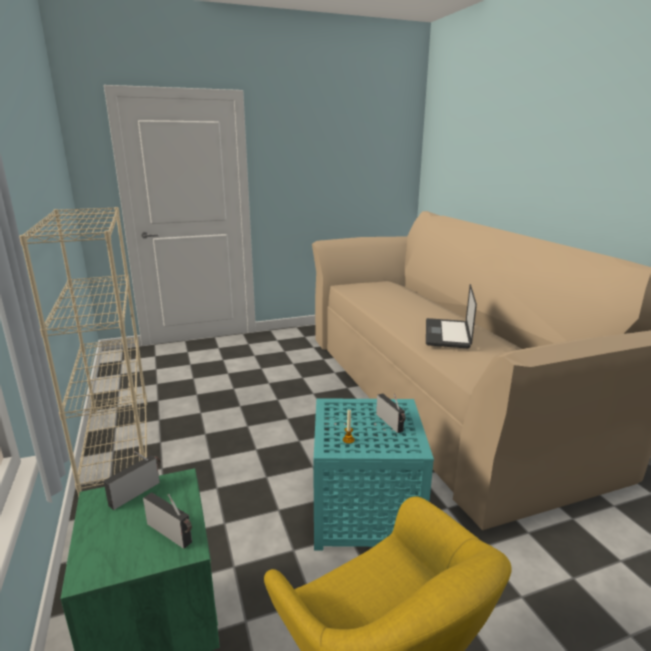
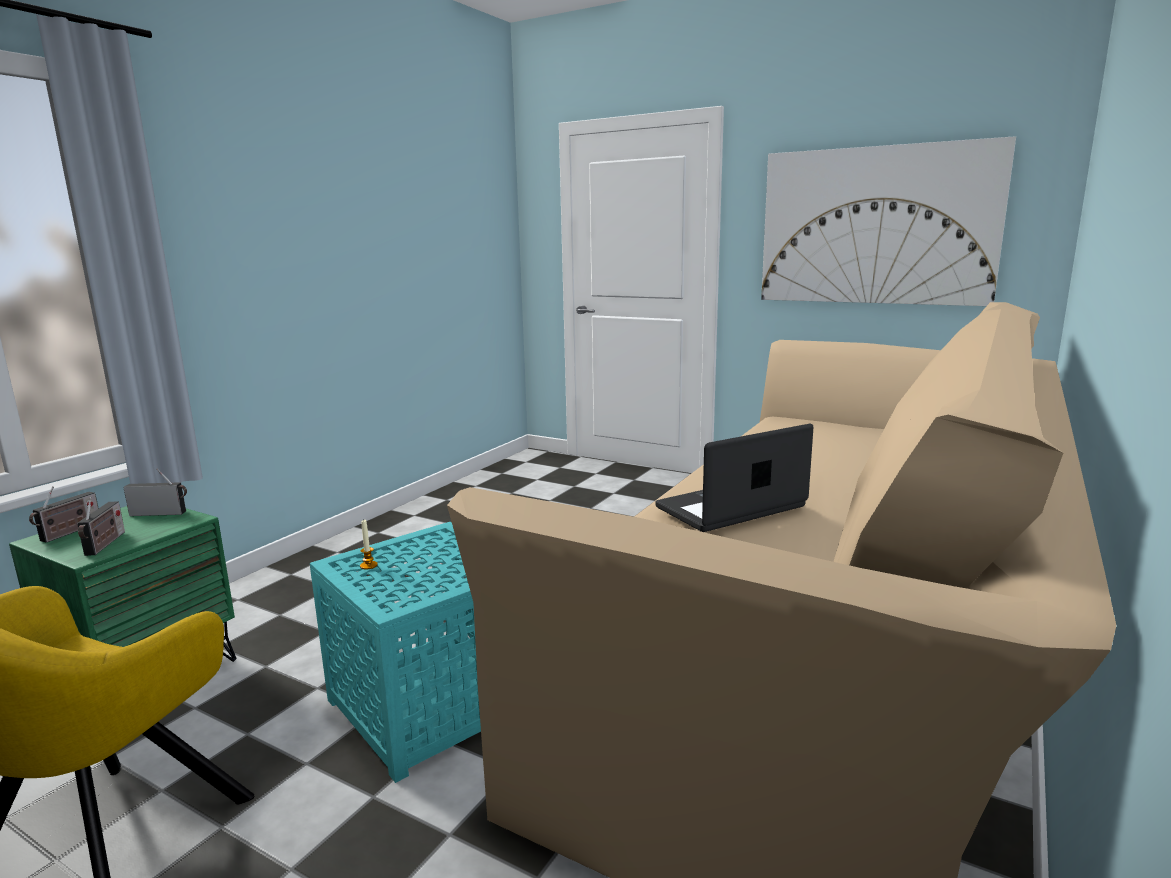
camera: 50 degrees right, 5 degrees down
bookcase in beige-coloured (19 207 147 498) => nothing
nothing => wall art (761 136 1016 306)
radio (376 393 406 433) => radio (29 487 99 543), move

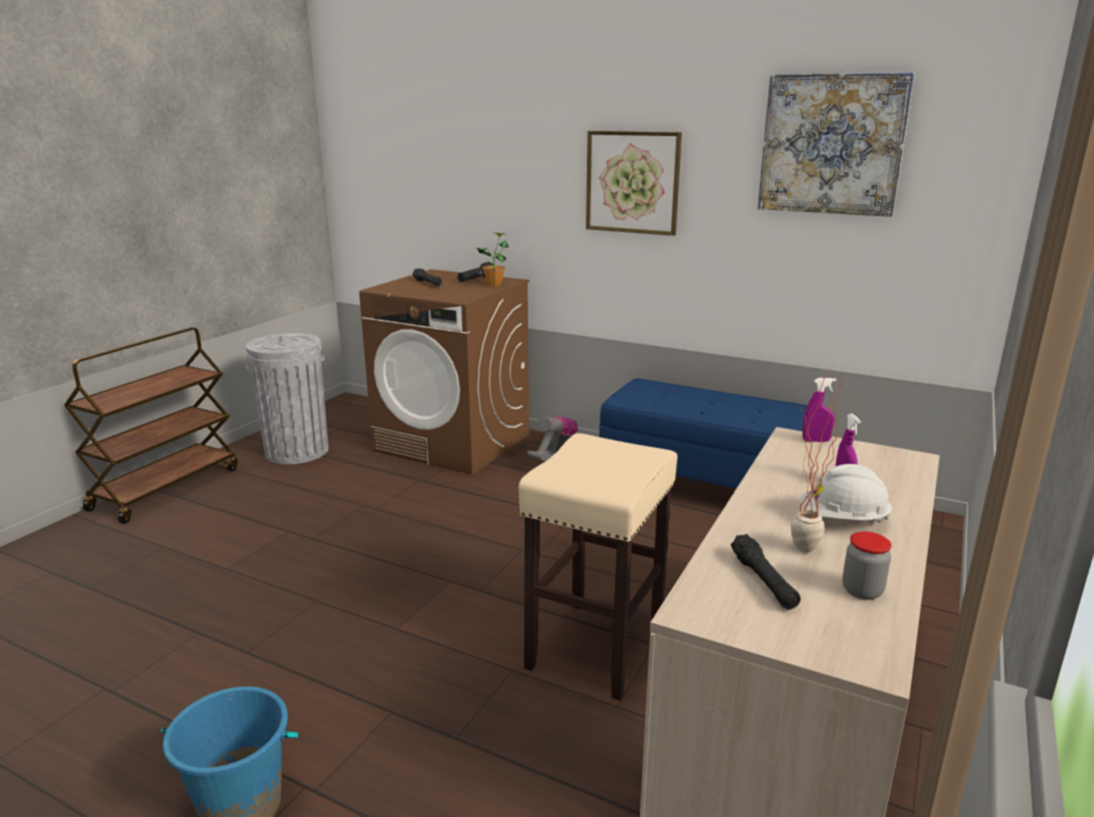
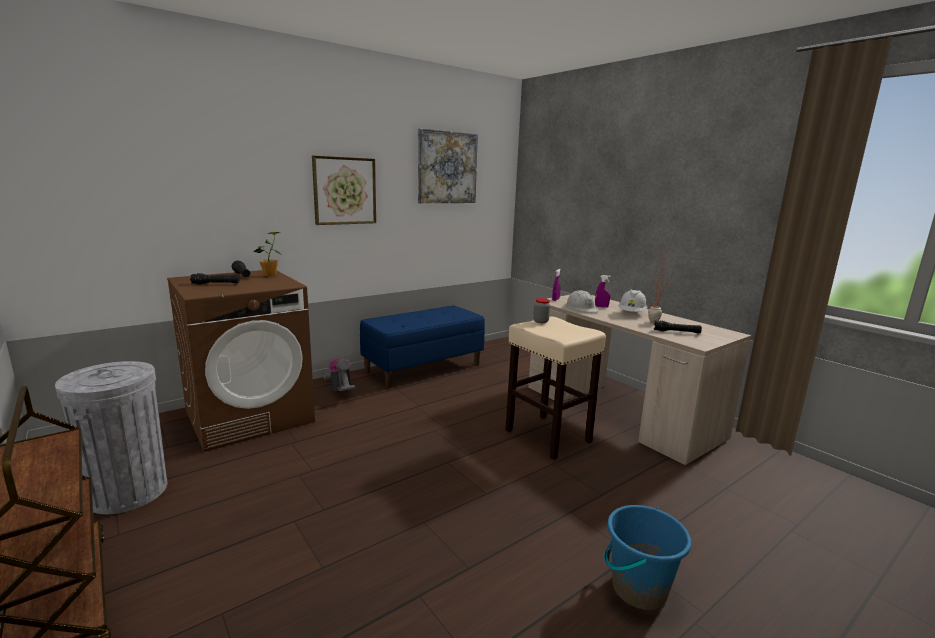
camera: 65 degrees left, 5 degrees down
nothing => work helmet in white (565 290 598 313)
preserve jar (842 532 892 600) => preserve jar (533 298 550 323), move

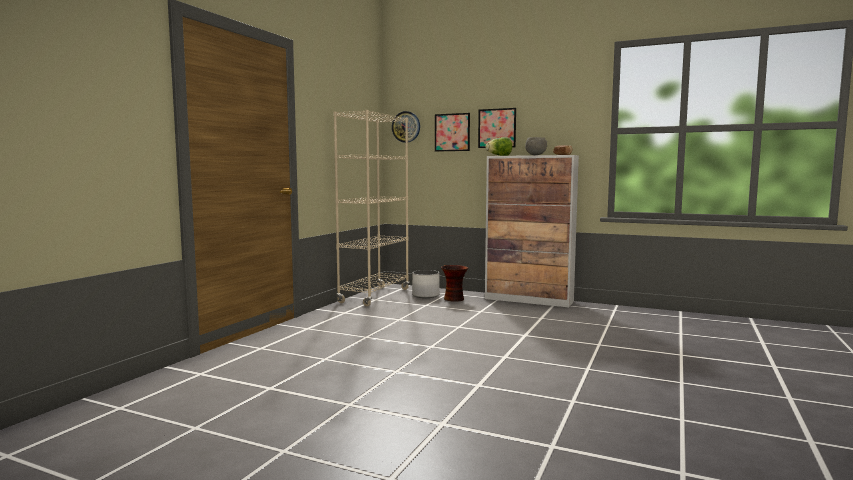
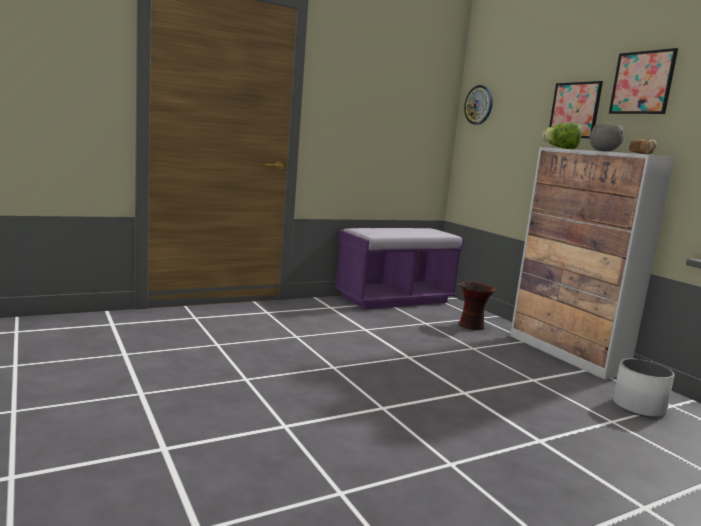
camera: 35 degrees right, 5 degrees up
flower pot in white (412 270 440 298) => flower pot in white (613 359 675 418), move
wall art (435 113 470 152) => wall art (609 48 678 114), move
bookcase in beige-coloured (334 110 410 306) => long seat in purplish (335 228 464 310)

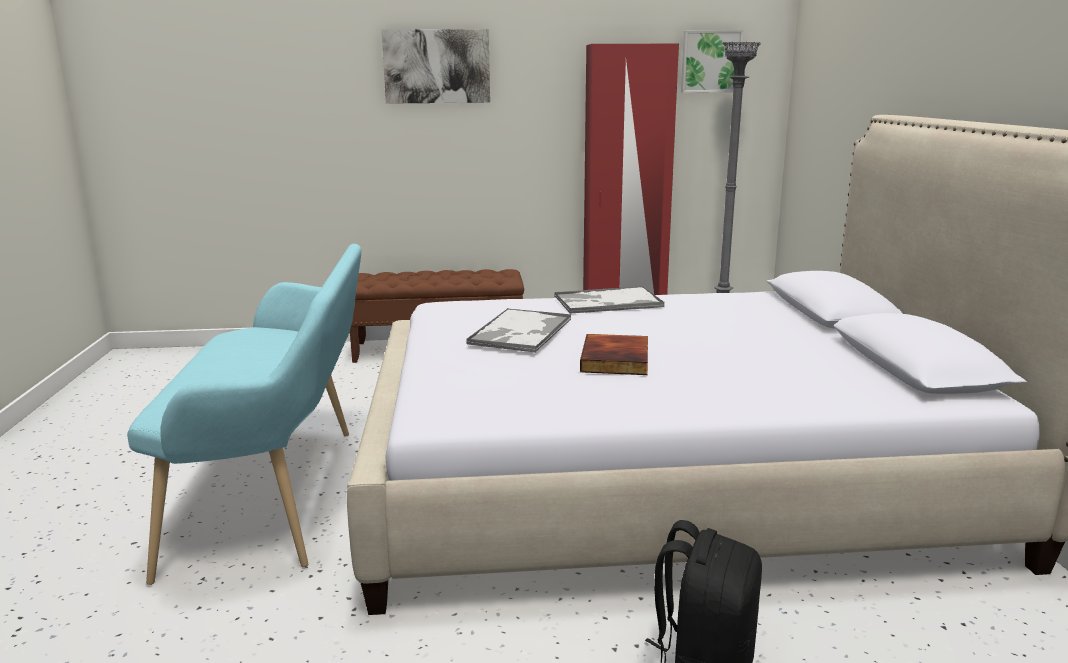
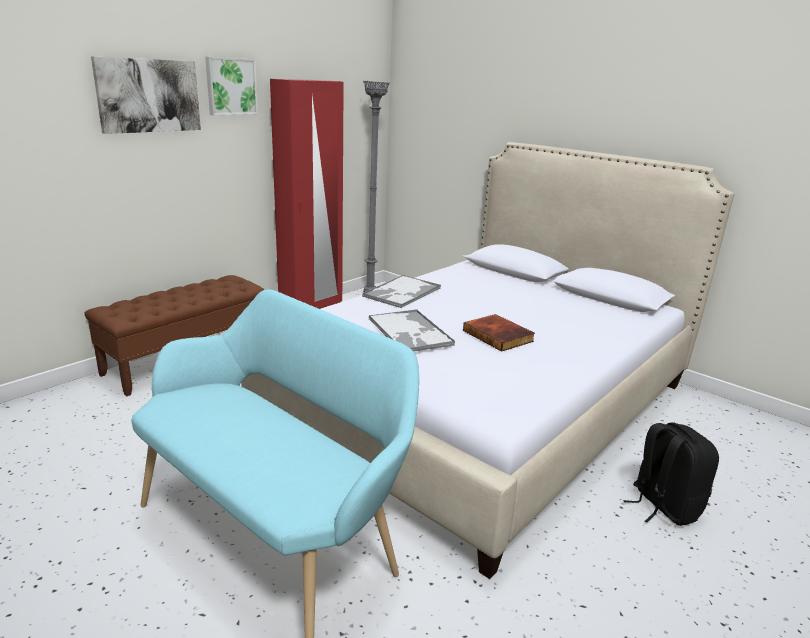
camera: 45 degrees left, 5 degrees up
wall art (681 30 744 93) => wall art (205 57 258 115), move

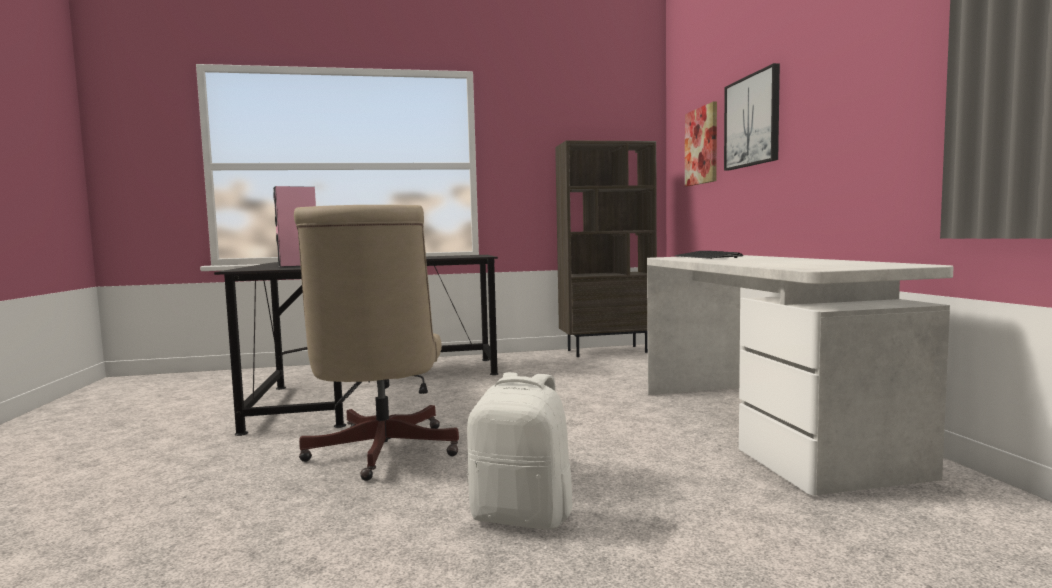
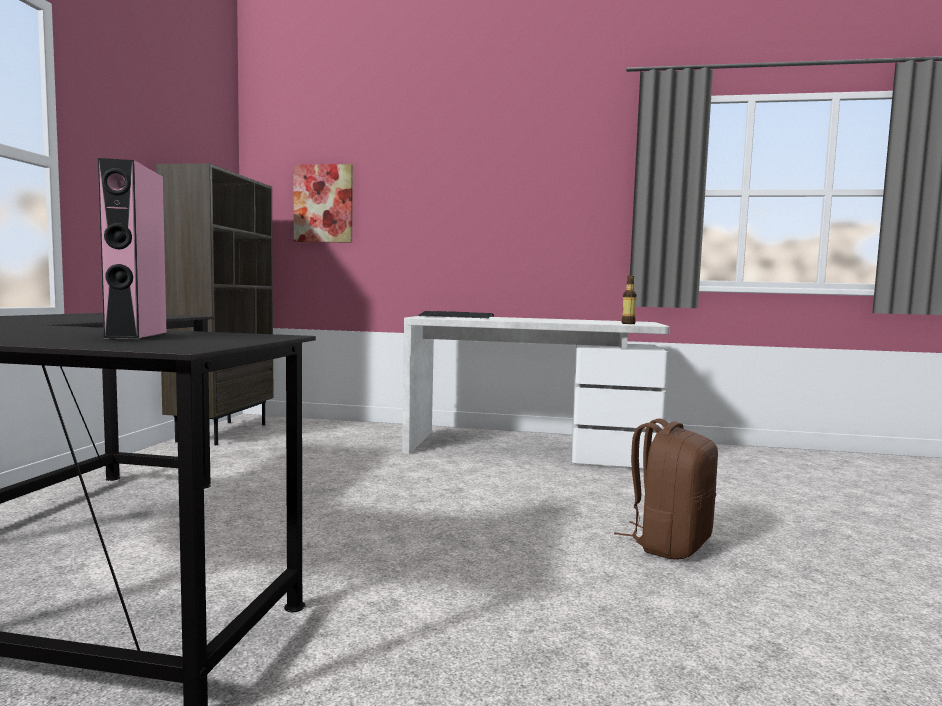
camera: 70 degrees left, 0 degrees up
office chair in beige-coloured (294 205 459 481) => nothing
wall art (724 63 780 170) => nothing
nothing => drink bottle (622 276 637 324)
rucksack in white (467 372 573 530) => rucksack in brown-coloured (614 418 718 560)

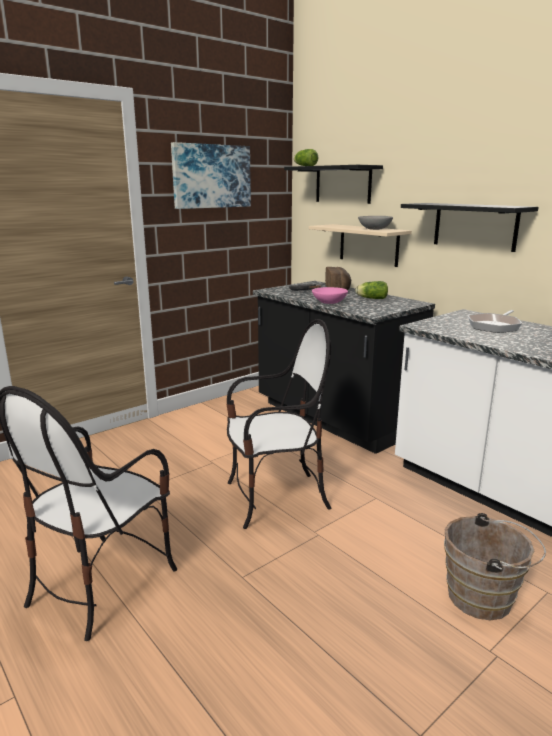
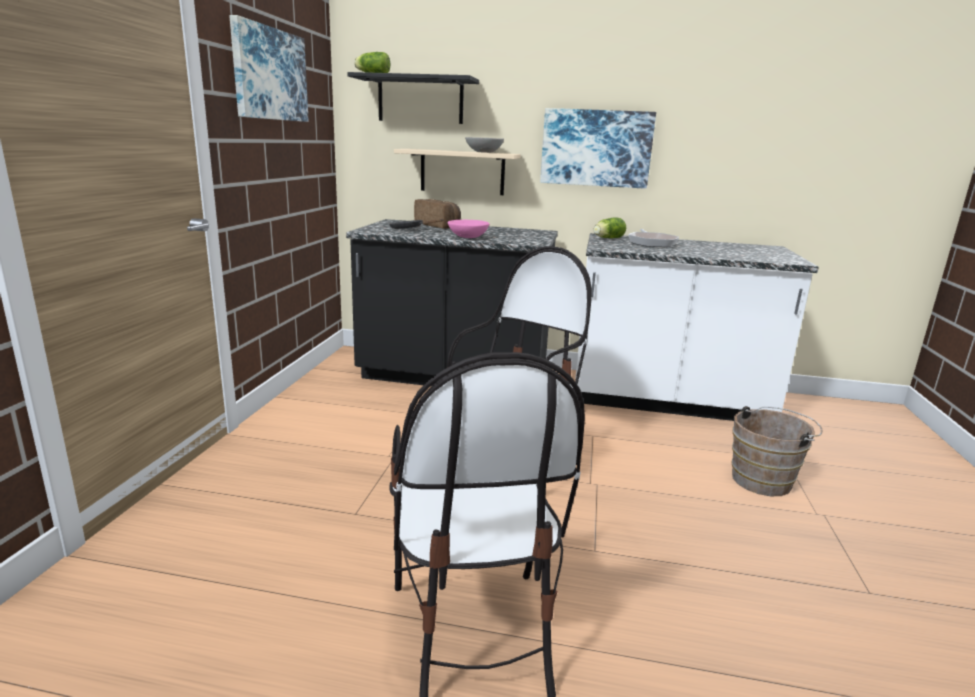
camera: 40 degrees left, 0 degrees up
lettuce (355 281 388 299) => lettuce (594 217 626 238), move
bracket shelf in black (401 203 538 252) => wall art (540 108 656 189)

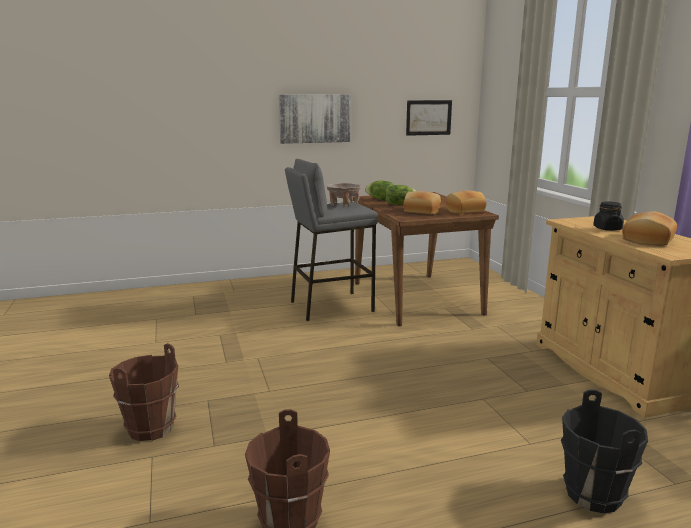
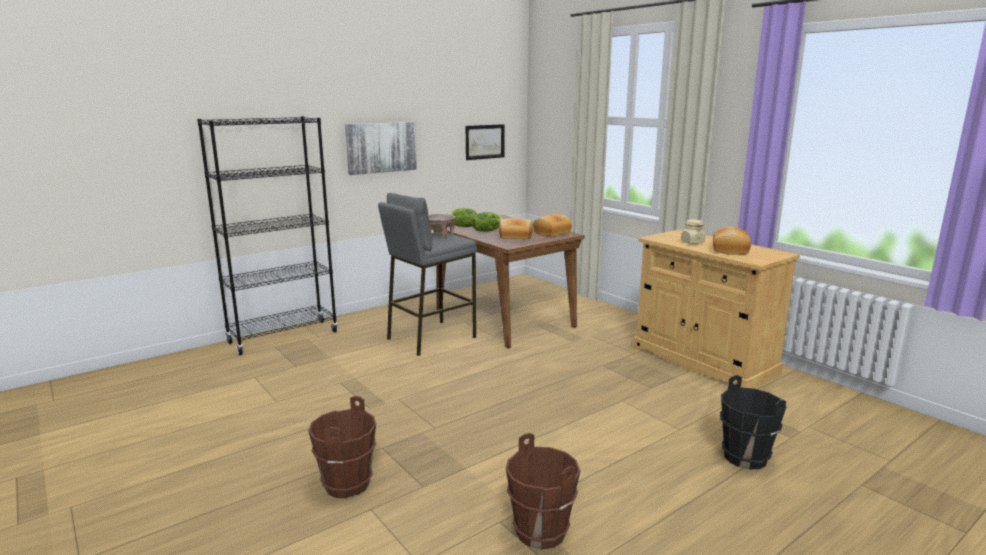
camera: 20 degrees left, 0 degrees up
nothing => bookcase in black (197 116 338 355)
preserve jar in black (593 201 624 231) => preserve jar in beige-coloured (681 220 705 244)

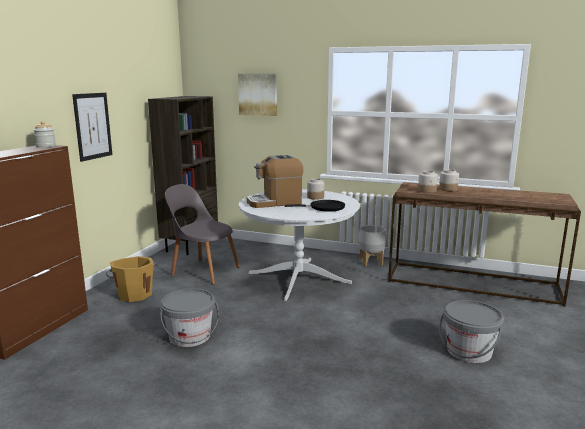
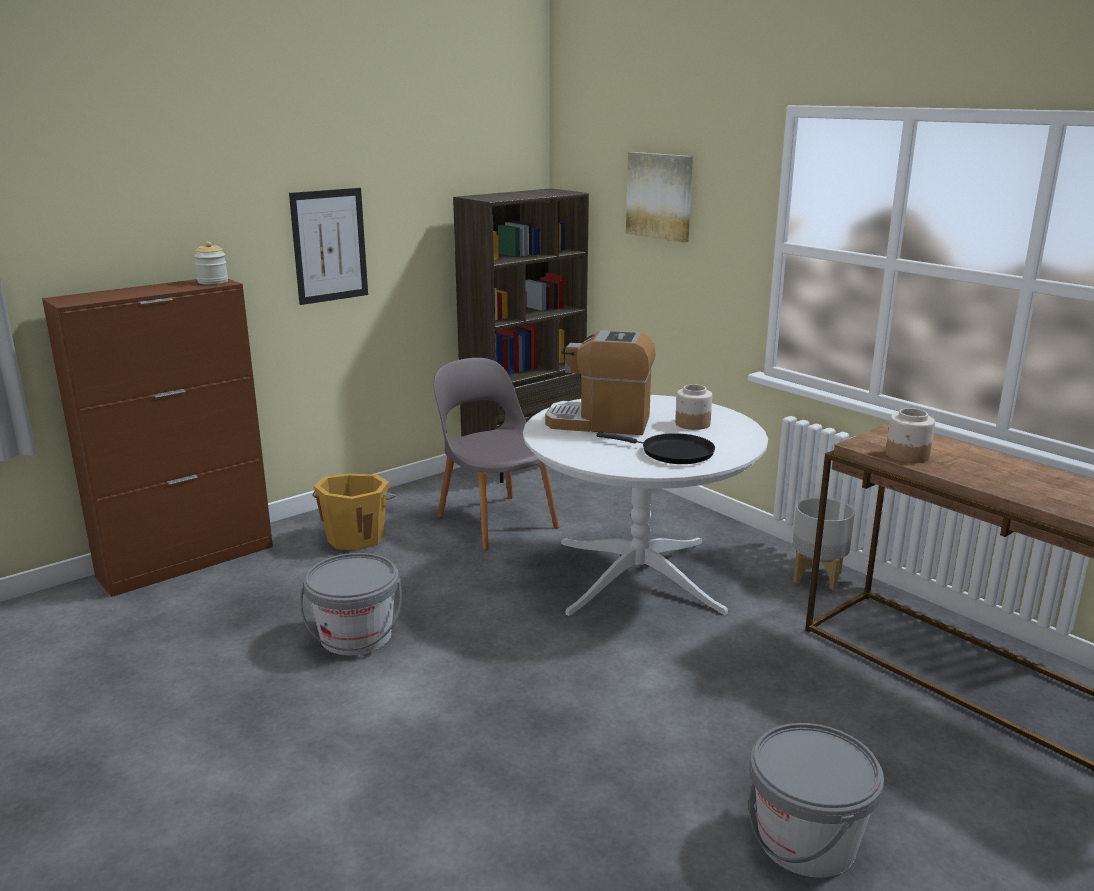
camera: 30 degrees right, 5 degrees up
preserve jar (439 169 459 191) => nothing

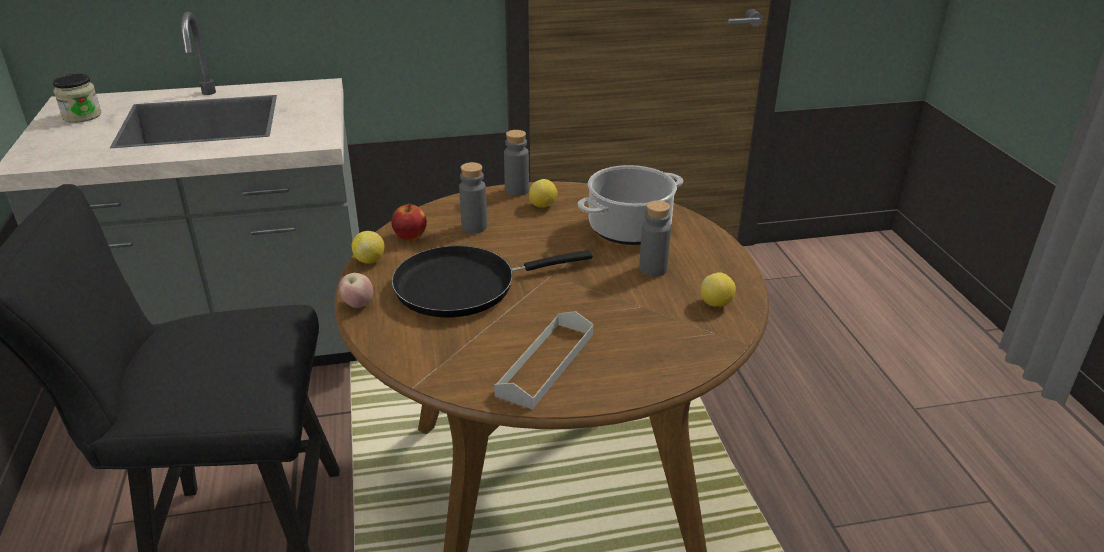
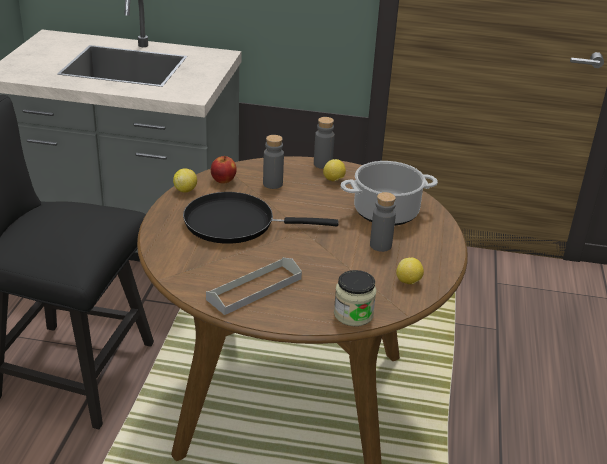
camera: 20 degrees right, 0 degrees up
apple fruit (339 273 373 308) => nothing
preserve jar (53 74 102 123) => preserve jar (334 270 376 326), move

